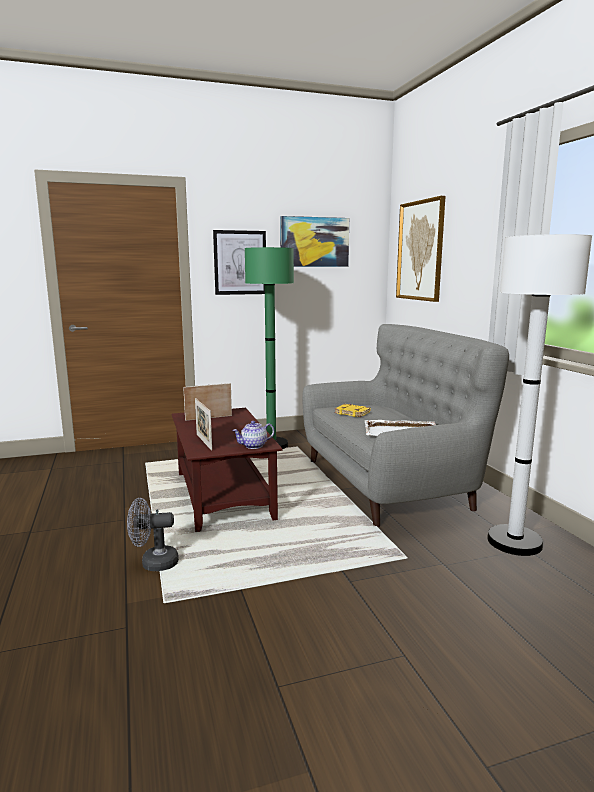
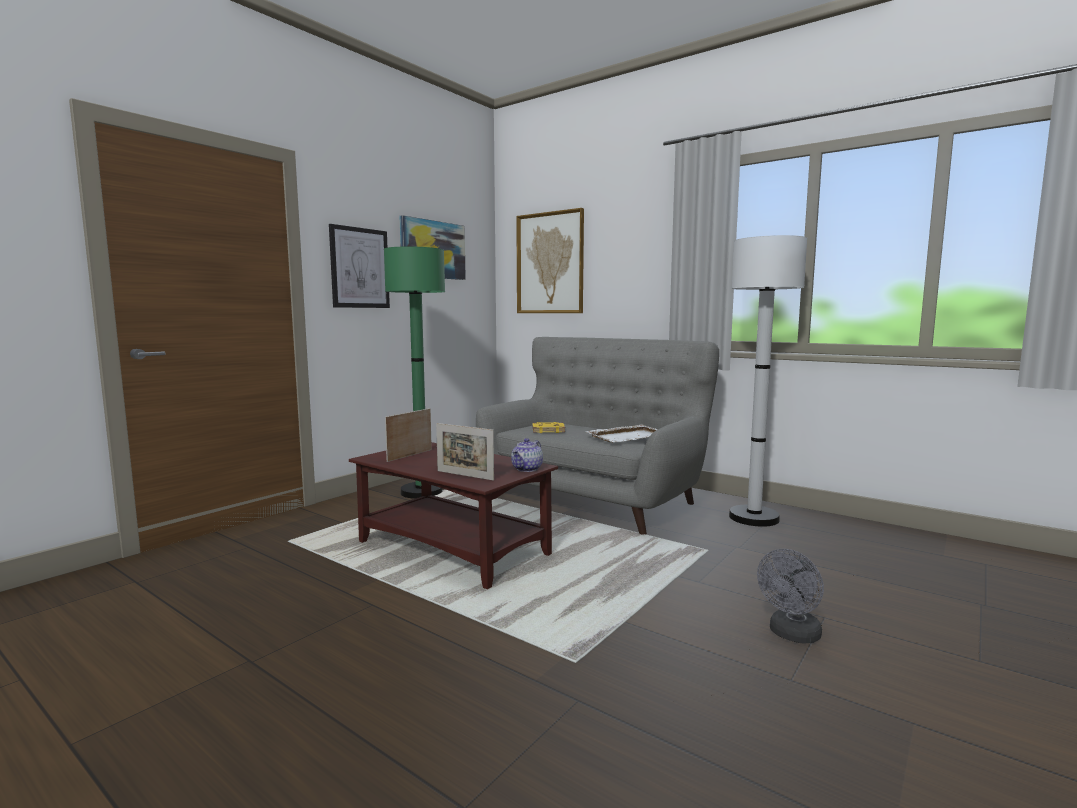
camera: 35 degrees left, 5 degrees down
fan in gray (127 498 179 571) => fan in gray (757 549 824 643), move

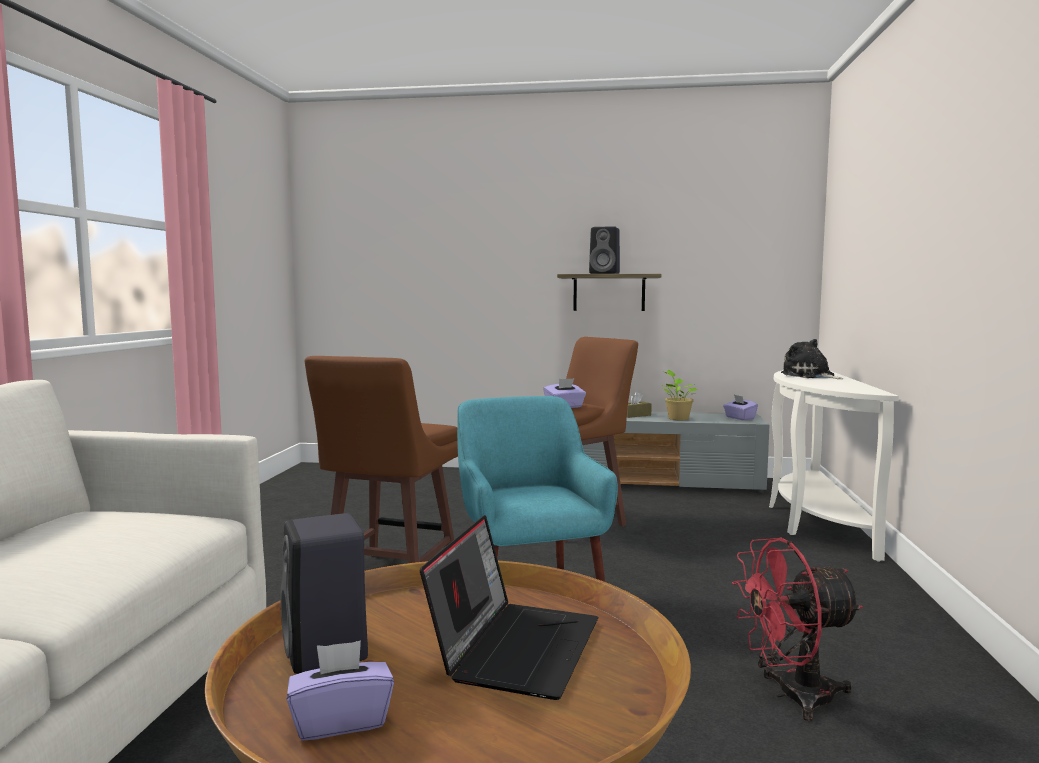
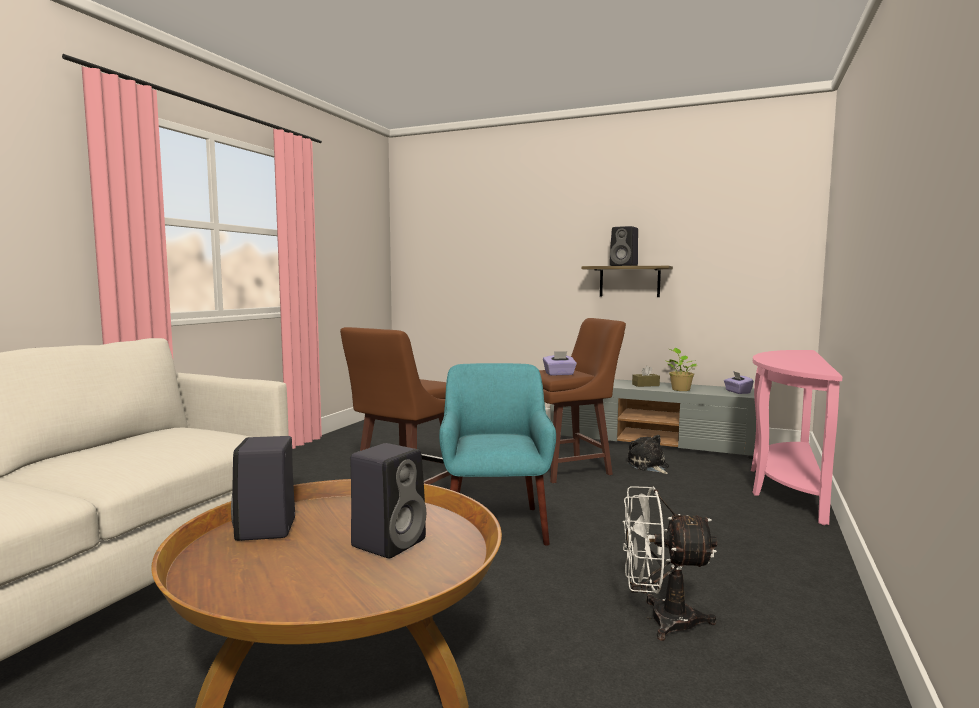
camera: 15 degrees right, 0 degrees up
tissue box in purplish (287 640 394 741) => nothing
plush toy (781 339 844 379) => plush toy (627 435 669 474), move
notebook computer (420 515 599 700) => loudspeaker in black (350 443 426 558)
fan in red (732 538 863 721) => fan in white (623 486 717 641)
narrow table in white (769 370 899 562) => narrow table in pink (751 350 842 525)

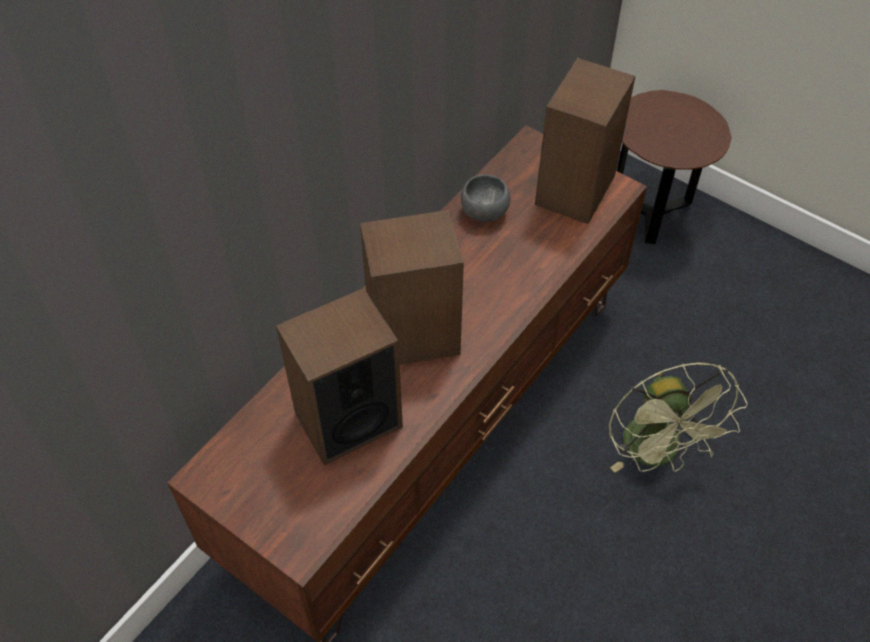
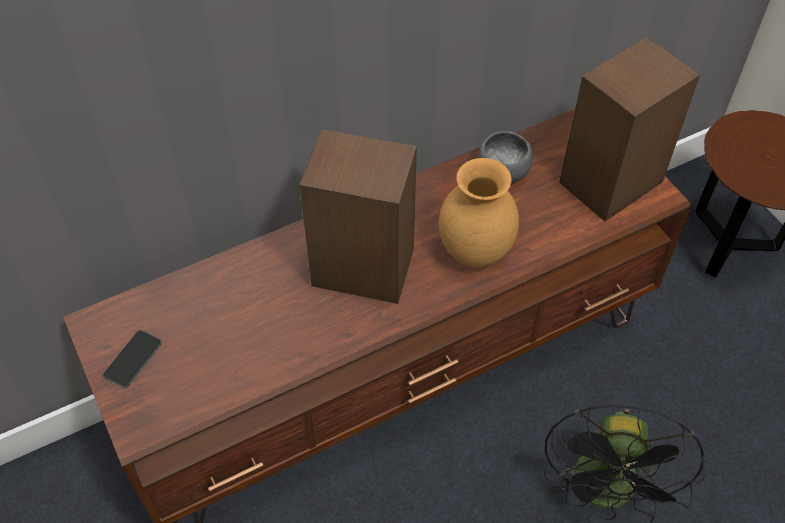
camera: 25 degrees right, 0 degrees up
loudspeaker (276 288 403 465) => nothing
nothing => phone (103 330 162 388)
nothing => vase in brown-coloured (439 158 519 268)
fan in green-coloured (609 363 748 473) => fan in black (544 405 705 522)

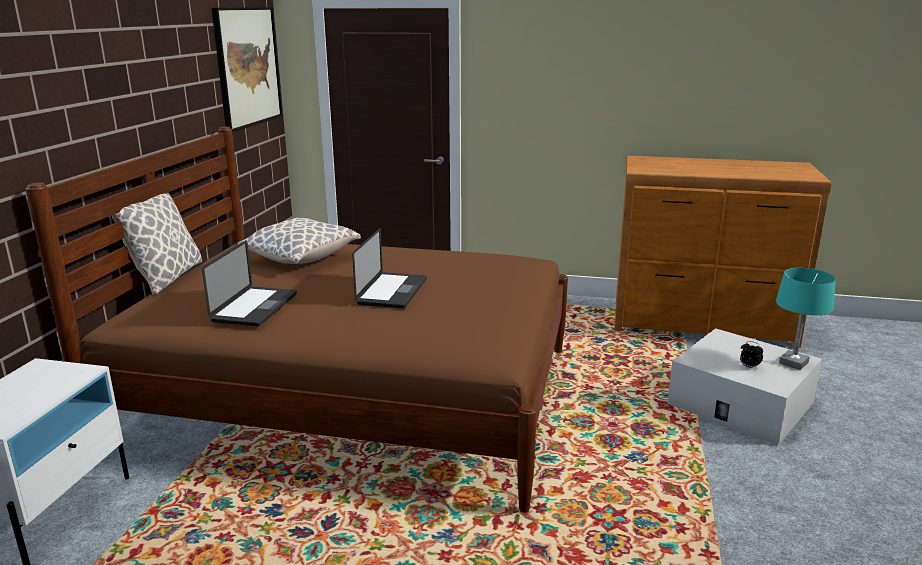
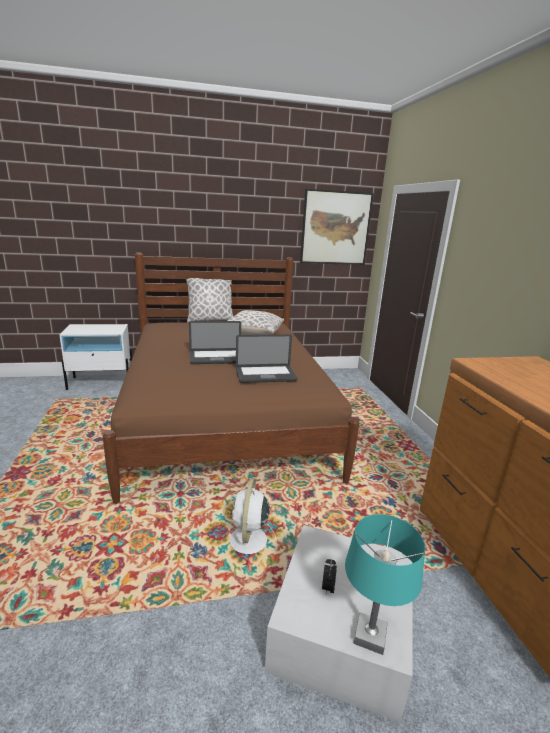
camera: 65 degrees right, 0 degrees up
nothing => fan in white (226 478 277 554)
notebook computer (202 240 297 326) => notebook computer (236 335 297 383), move

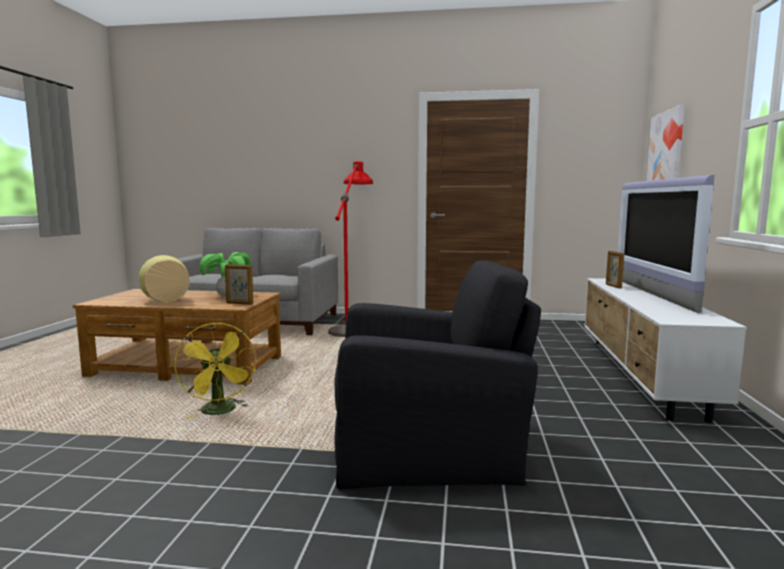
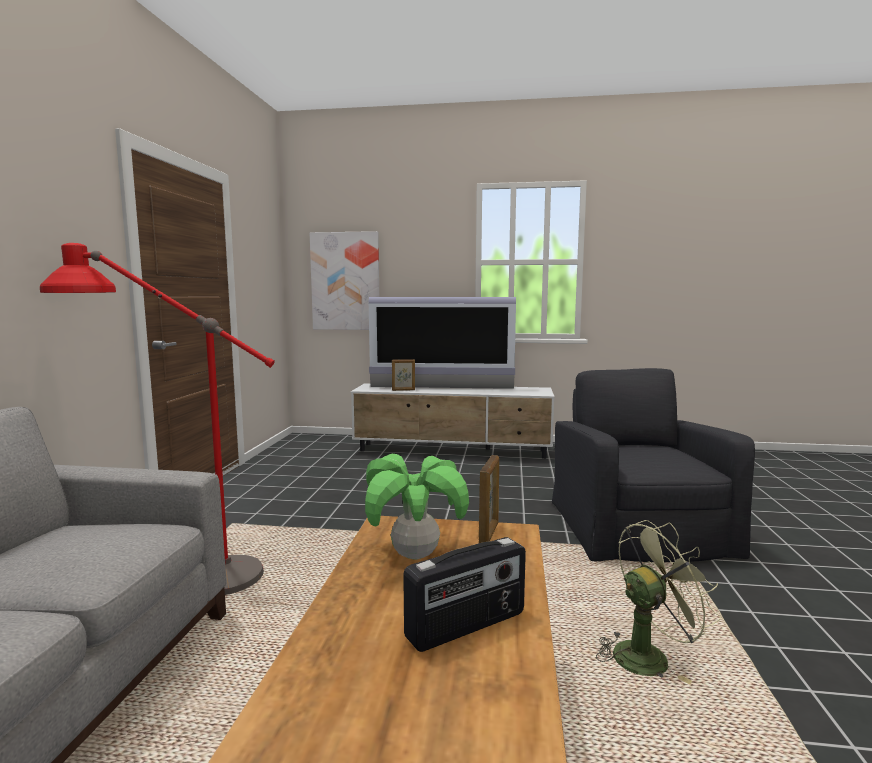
camera: 90 degrees left, 0 degrees up
vase (139 255 190 302) => radio (403 537 526 652)
fan in yellow (174 323 256 418) => fan in green-coloured (596 520 721 684)

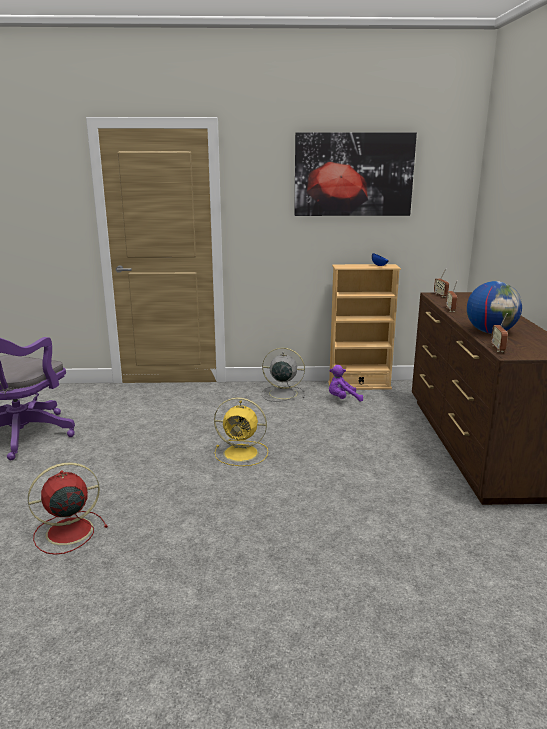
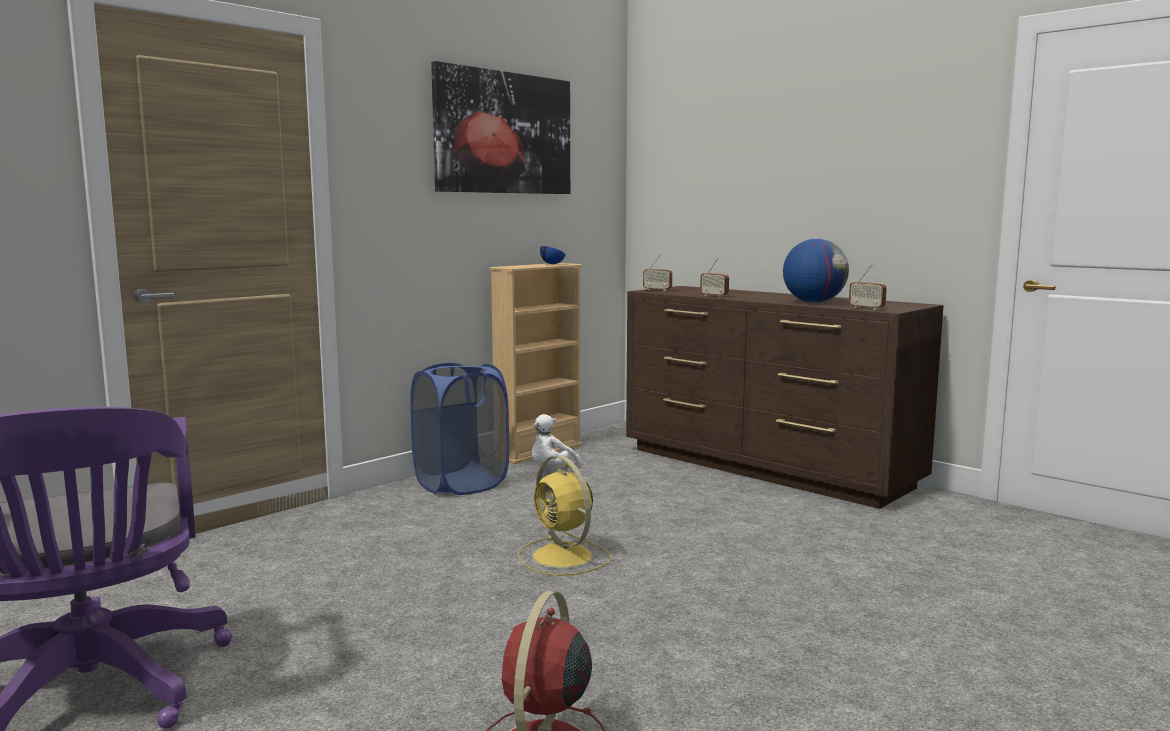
camera: 45 degrees left, 10 degrees down
fan in gray (262 348 305 402) => laundry basket in blue-coloured (410 363 509 495)
plush toy in purplish (329 365 363 402) => plush toy in white (532 414 581 464)
fan in yellow (214 397 268 466) => fan in yellow (518 455 611 576), 90 degrees clockwise

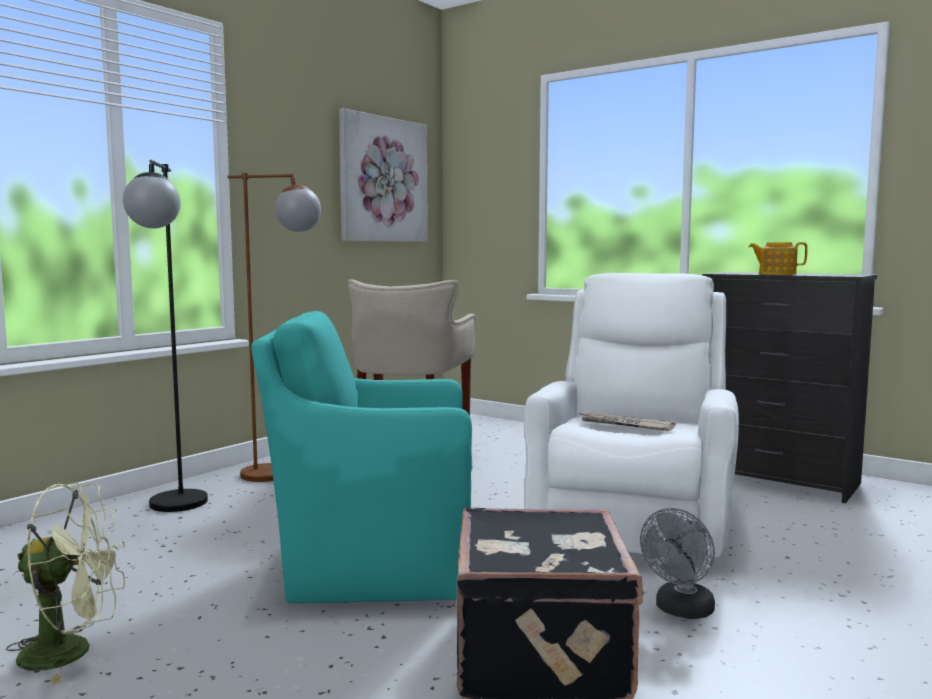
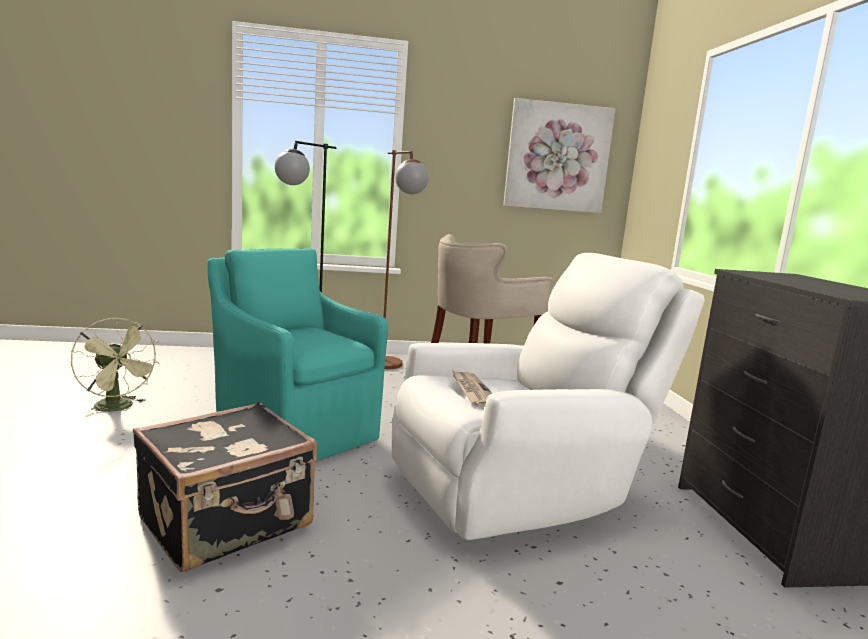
camera: 45 degrees right, 5 degrees up
fan in gray (640 508 715 619) => nothing
tea pot (749 242 808 275) => nothing

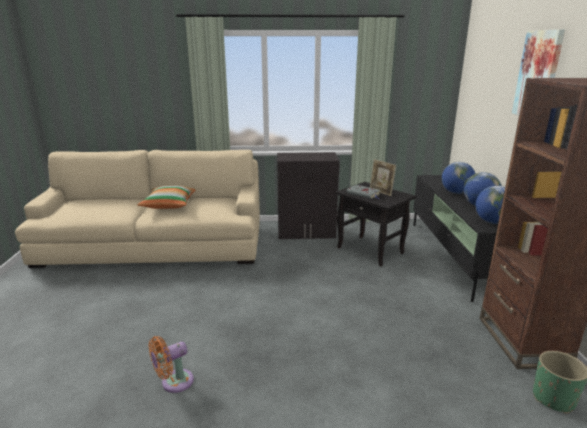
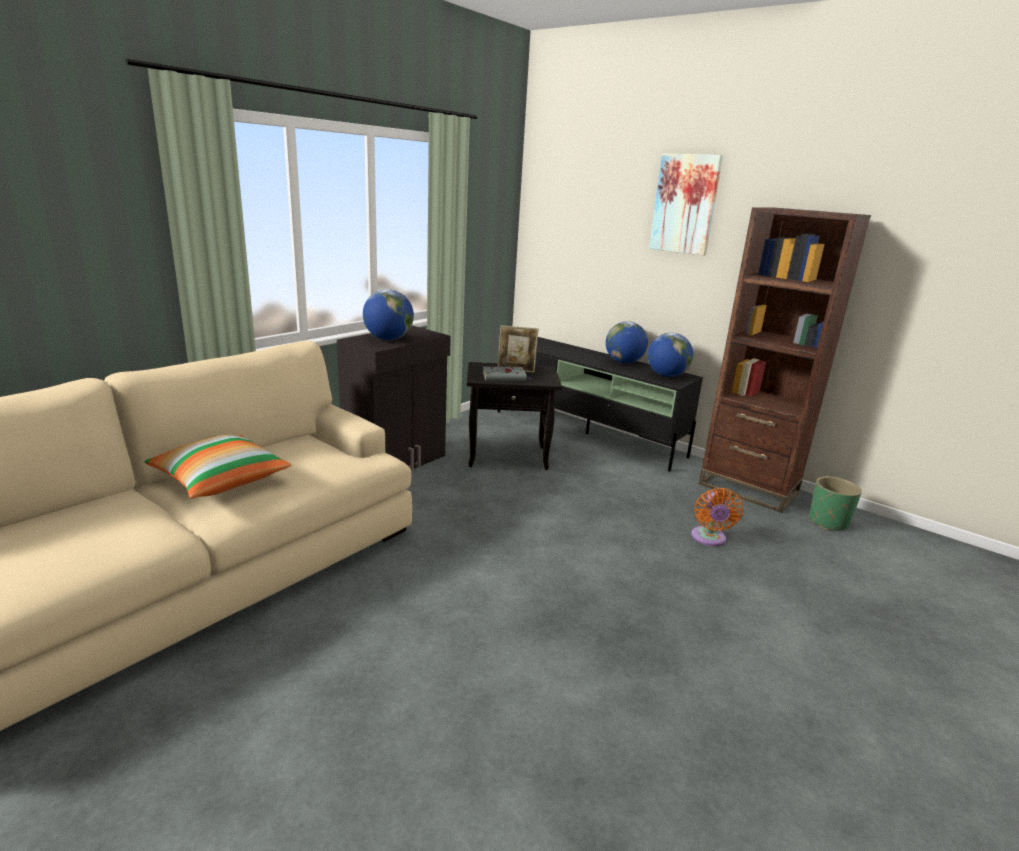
camera: 50 degrees left, 0 degrees up
fan in orangey (149 336 194 393) => fan in orangey (691 488 743 546), move
world globe (442 162 475 194) => world globe (363 289 414 340), move

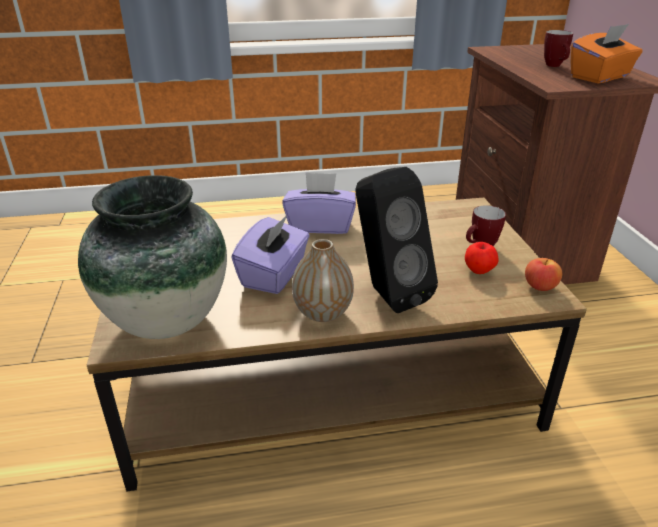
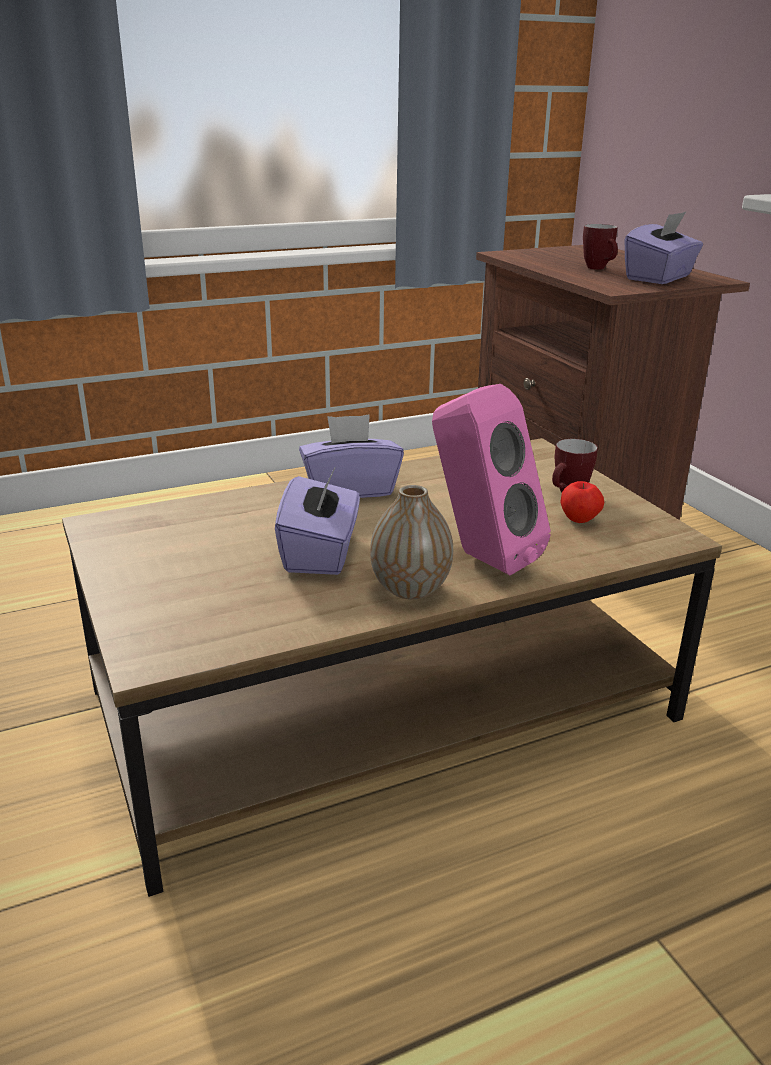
camera: 15 degrees left, 5 degrees down
vase (78 175 227 339) => nothing
apple fruit (525 258 562 291) => nothing
loudspeaker in black (355 167 438 313) => loudspeaker in pink (432 384 551 575)
tissue box in orangey (571 24 643 83) => tissue box in purplish (625 212 703 284)

